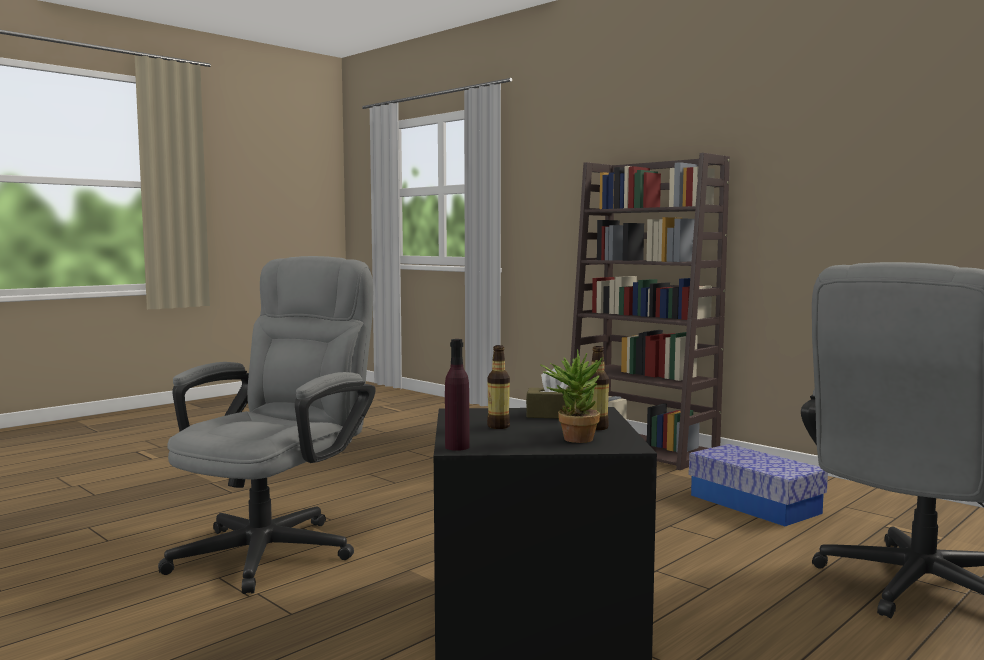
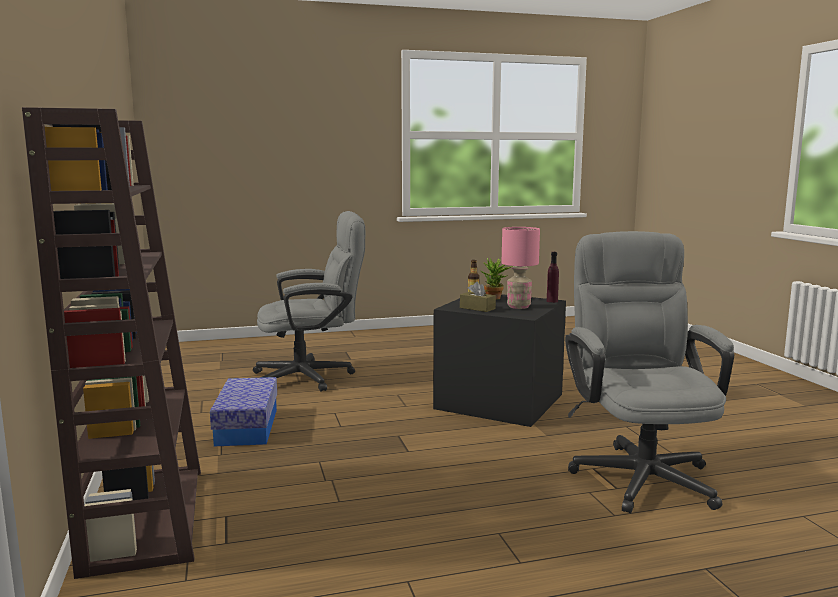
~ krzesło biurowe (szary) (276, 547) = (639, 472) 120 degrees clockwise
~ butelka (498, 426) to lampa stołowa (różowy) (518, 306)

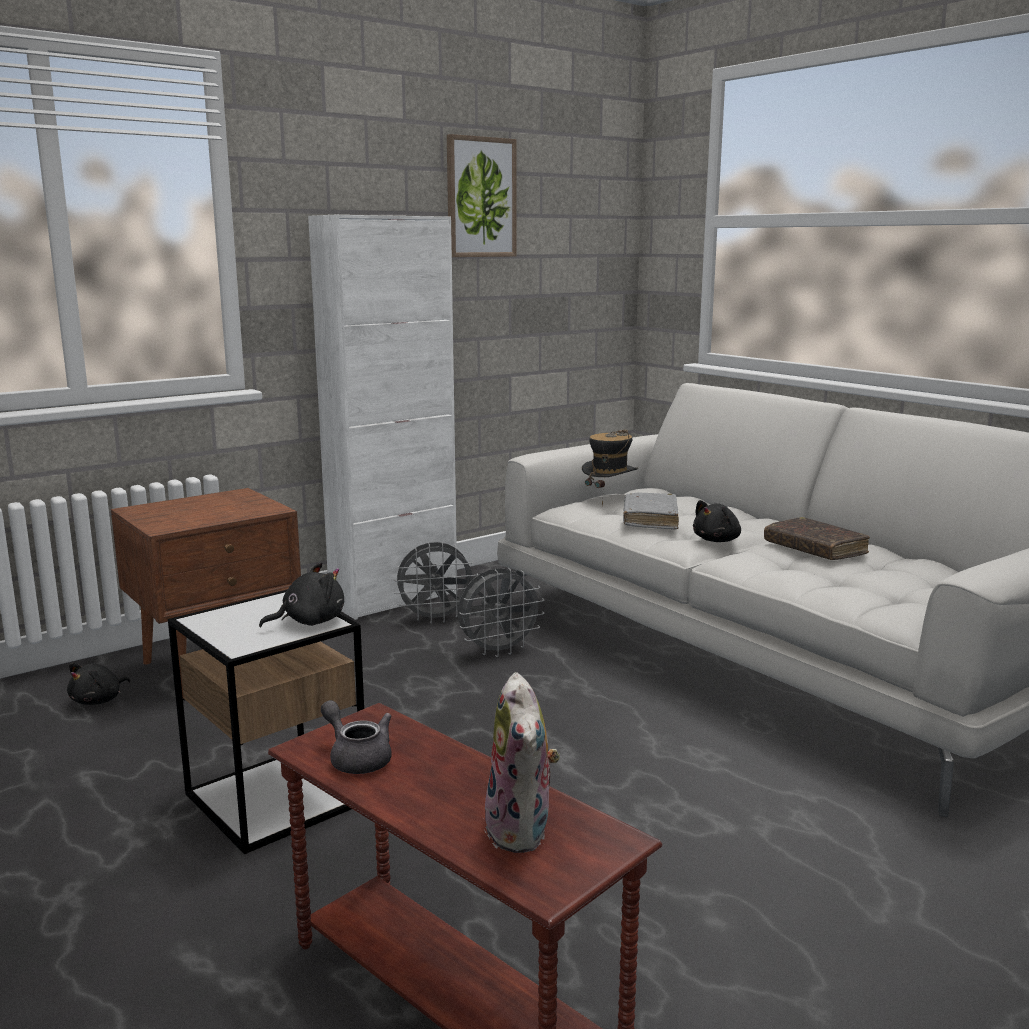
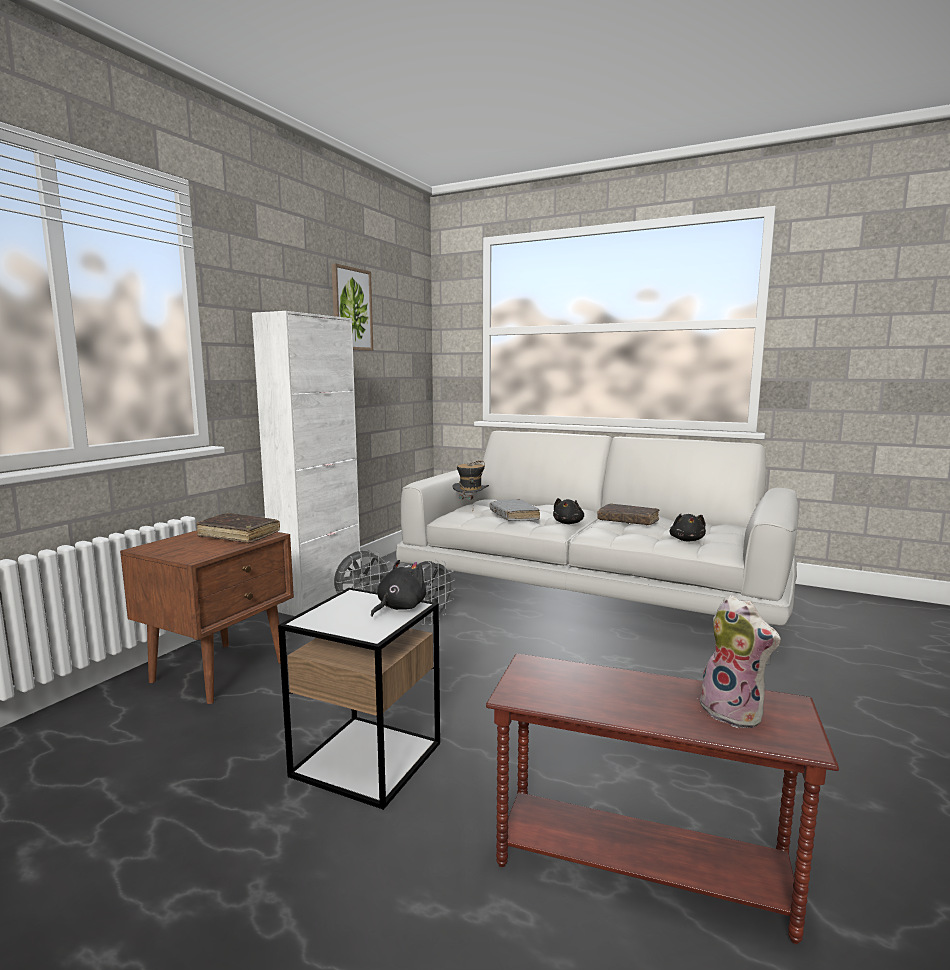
~ pluszak (czarny) (99, 700) to (687, 540)
- imbryk (szary) (357, 758)
+ książka (brązowy) (239, 535)

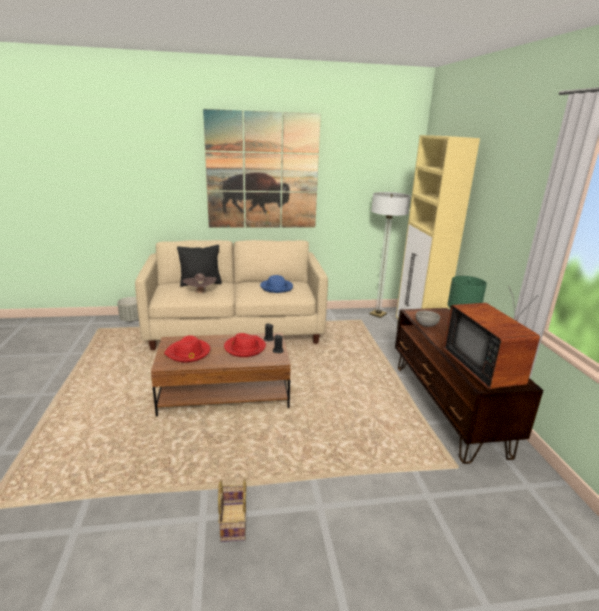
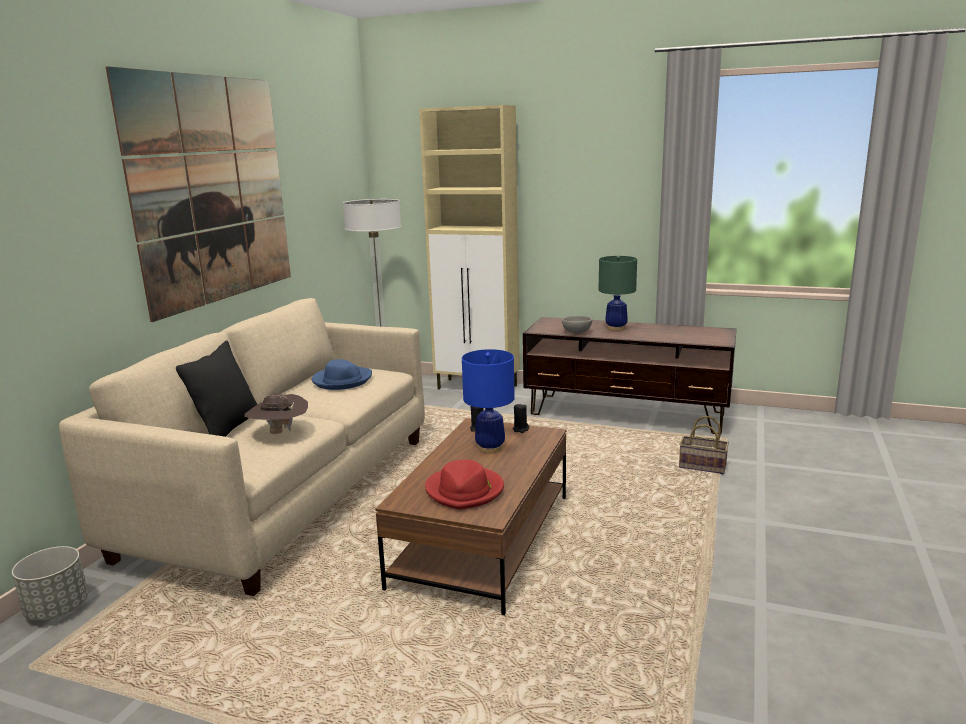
~ koszyk (232, 521) to (701, 467)
~ kapelusz (czerwony) (245, 348) to lampa stołowa (niebieski) (490, 448)
- telewizor (485, 369)

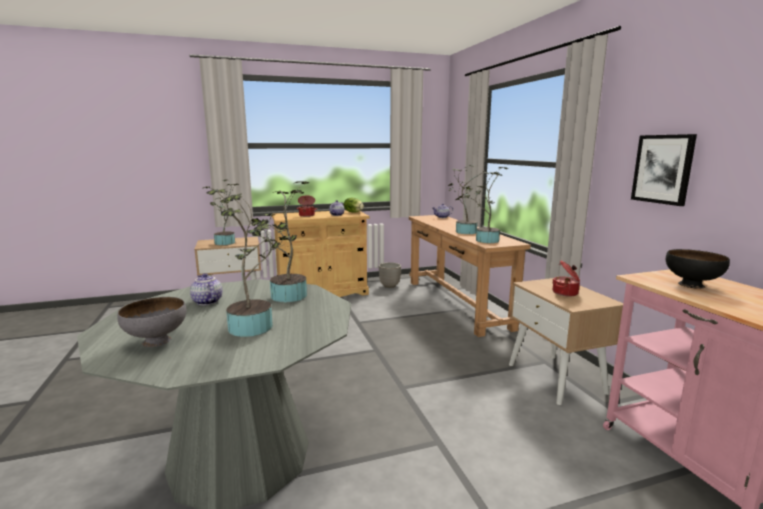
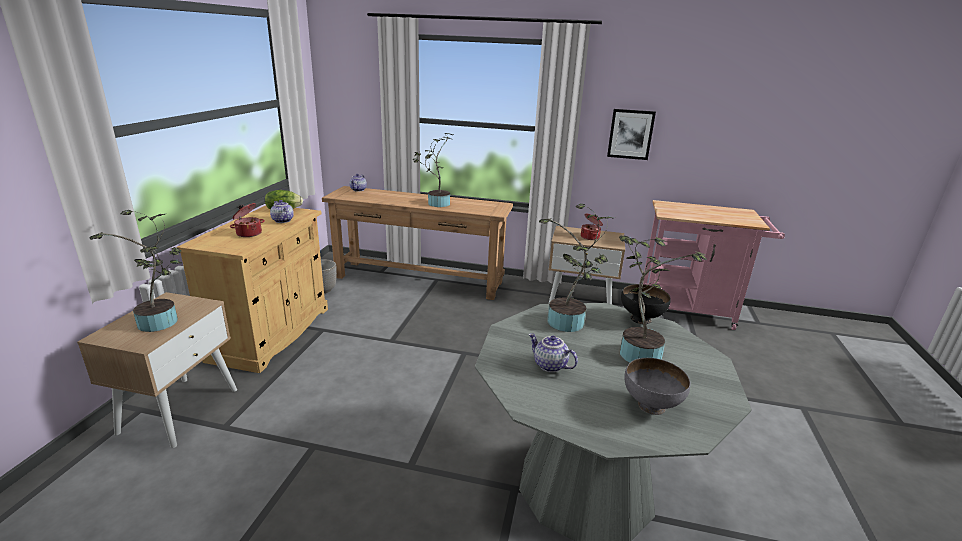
~ imbryk (206, 302) = (549, 366) 45 degrees clockwise
- roślina doniczkowa (484, 240)
~ miska (czarny) (691, 285) to (641, 319)

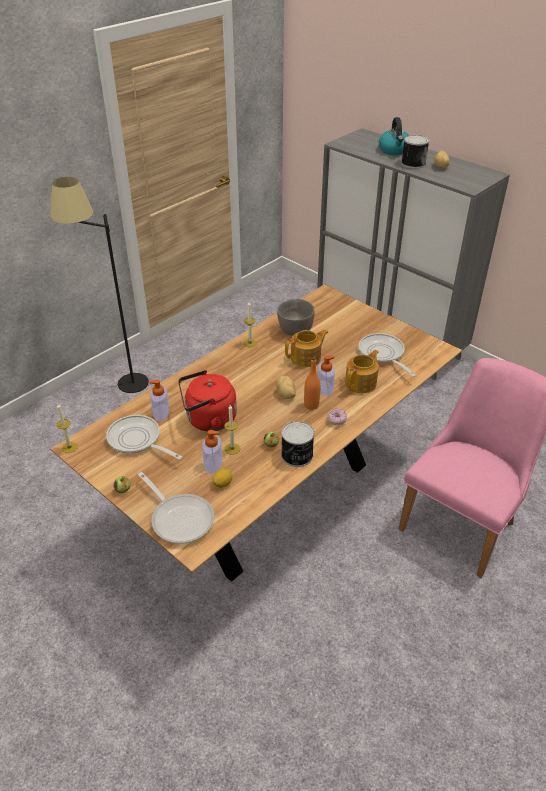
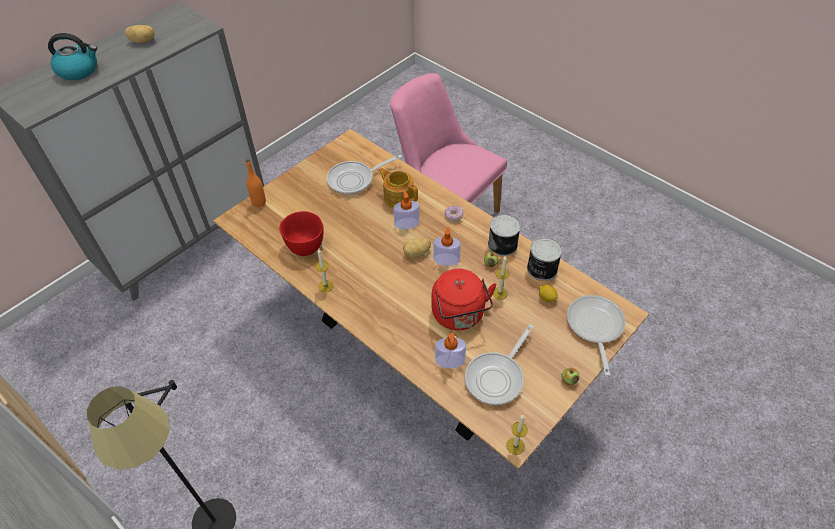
~ patelnia (179, 518) = (594, 327) 45 degrees counterclockwise
~ dozownik mydła (213, 463) to (446, 259)
~ miska (szary) (295, 330) to miska (czerwony) (305, 246)
- imbryk (306, 358)
~ butelka (pomarańczowy) (311, 405) to (259, 202)
~ puszka (413, 163) to (541, 269)

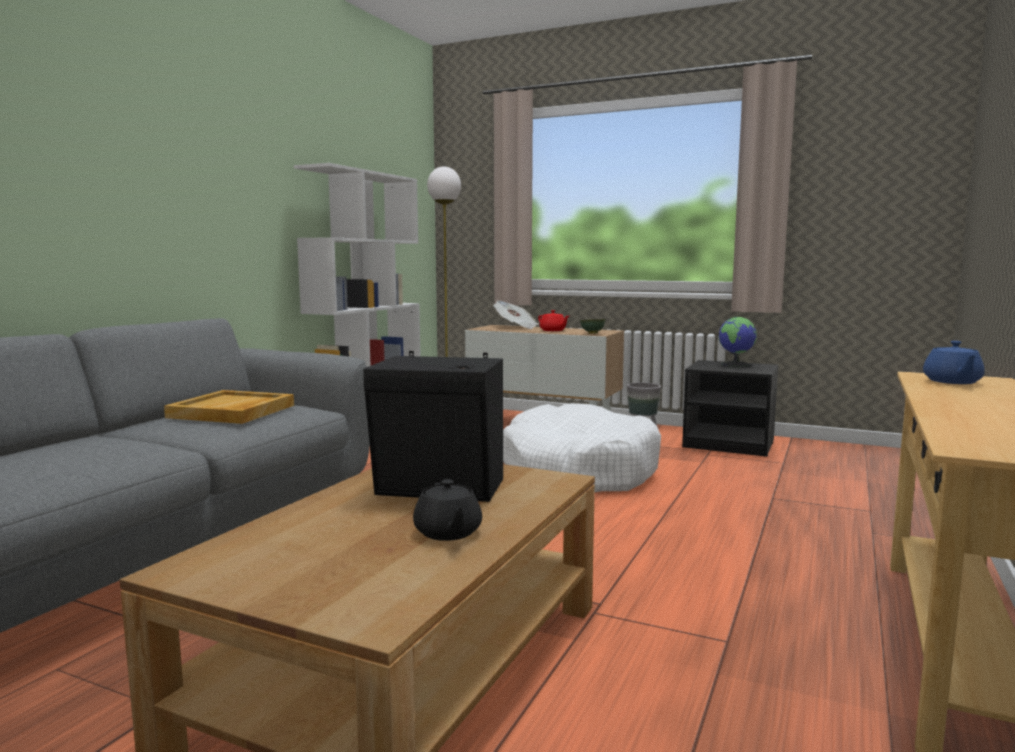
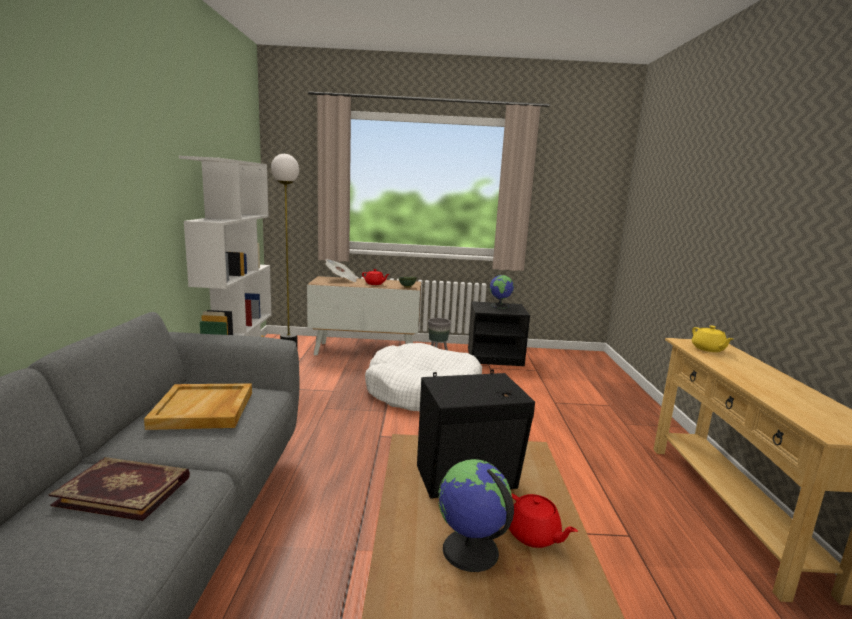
~ imbryk (czarny) (448, 533) to imbryk (czerwony) (534, 535)
~ imbryk (niebieski) (952, 382) to imbryk (żółty) (708, 349)
+ książka (125, 490)
+ globus (470, 551)

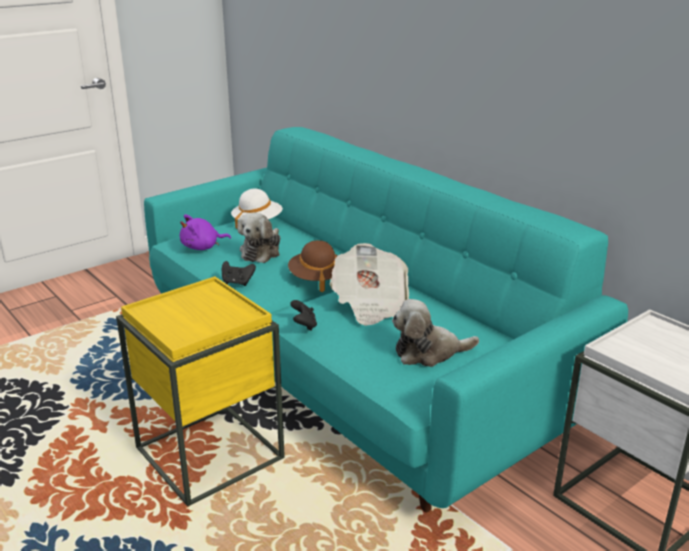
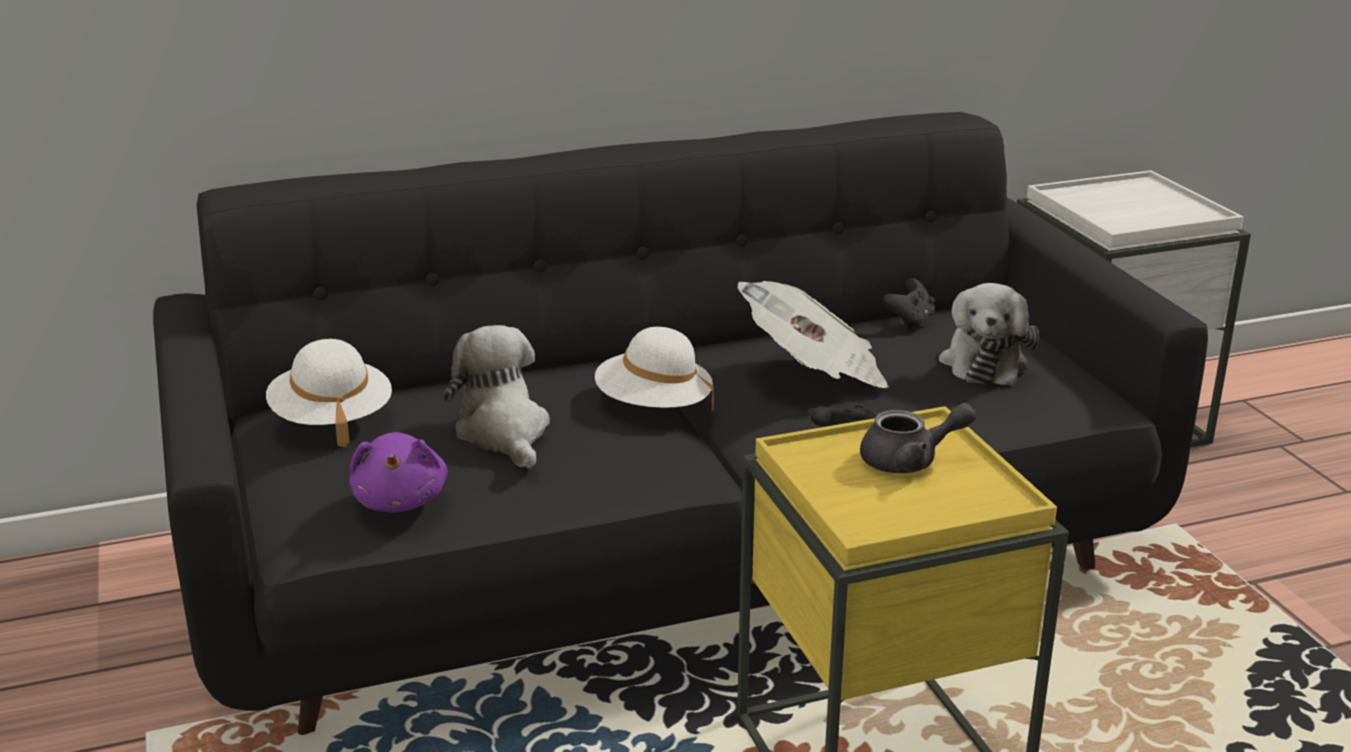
~ kanapa (turkusowy) (346, 368) to kanapa (czarny) (676, 557)
~ pad do gier (czarny) (237, 283) to (910, 320)
~ pluszak (261, 251) = (504, 433) 150 degrees counterclockwise
~ kapelusz (brązowy) (317, 279) to kapelusz (biały) (653, 407)
+ imbryk (szary) (910, 461)

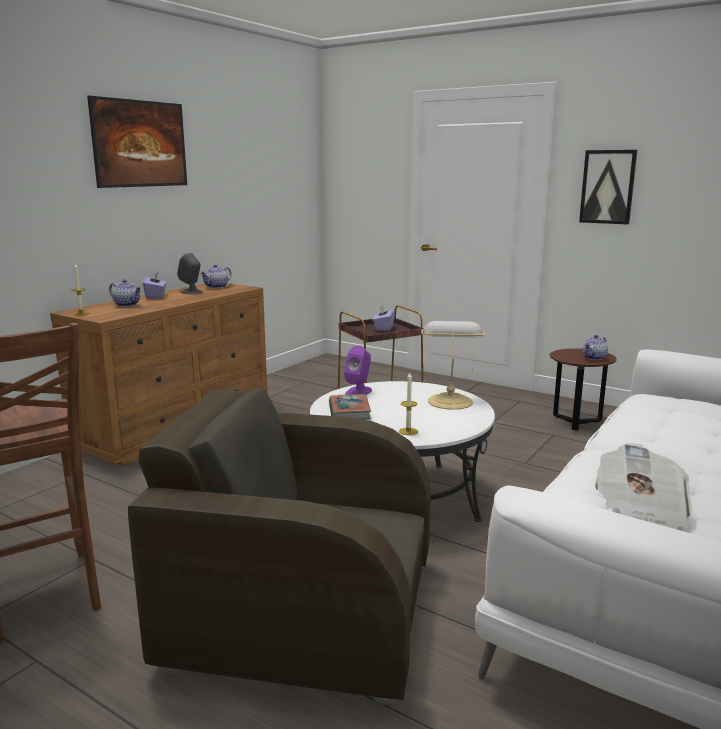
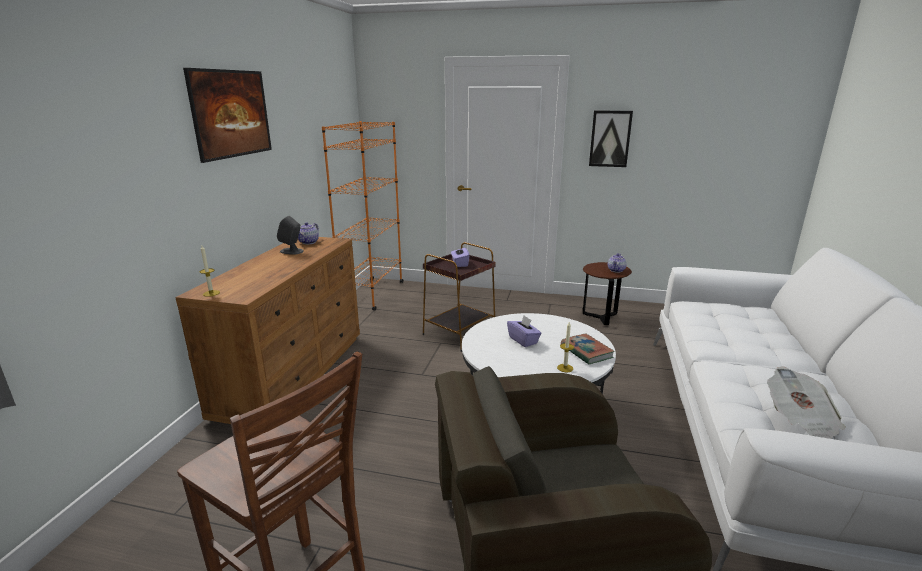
- imbryk (127, 305)
~ pudełko chusteczek (fioletowy) (156, 296) to (523, 340)
~ książka (349, 411) to (586, 352)
- głośnik (fioletowy) (358, 392)
- lampa stołowa (449, 400)
+ regał (pomarańczowy) (372, 294)

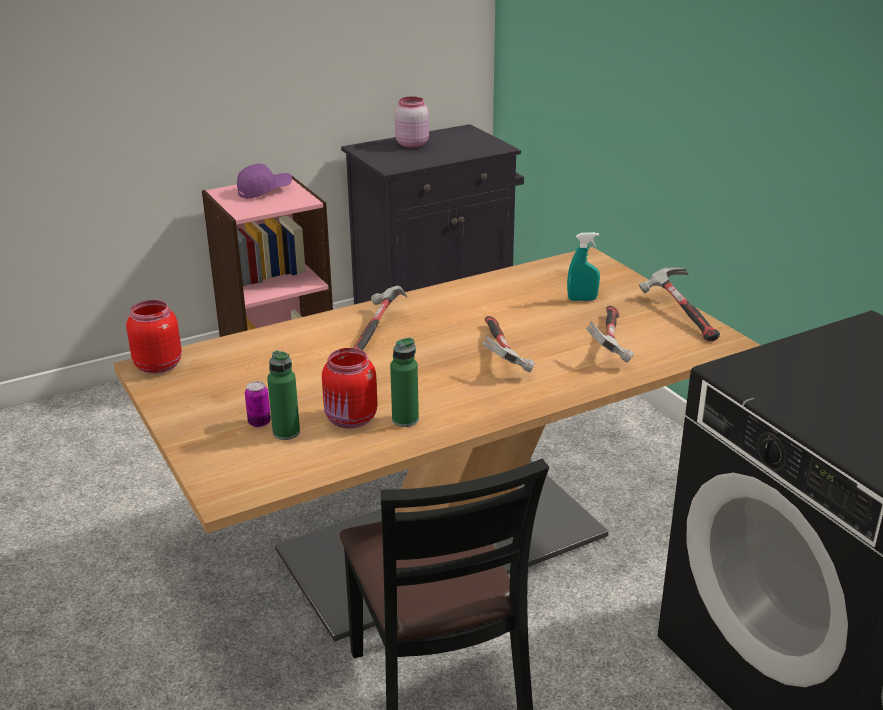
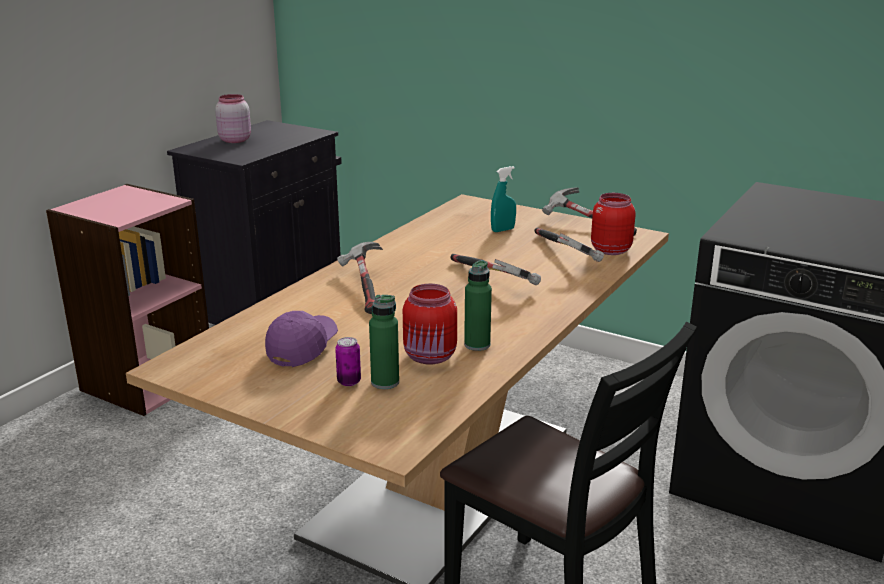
~ słoik (czerwony) (158, 365) to (609, 250)
~ czapka z daszkiem (fioletowy) (264, 191) to (302, 348)

